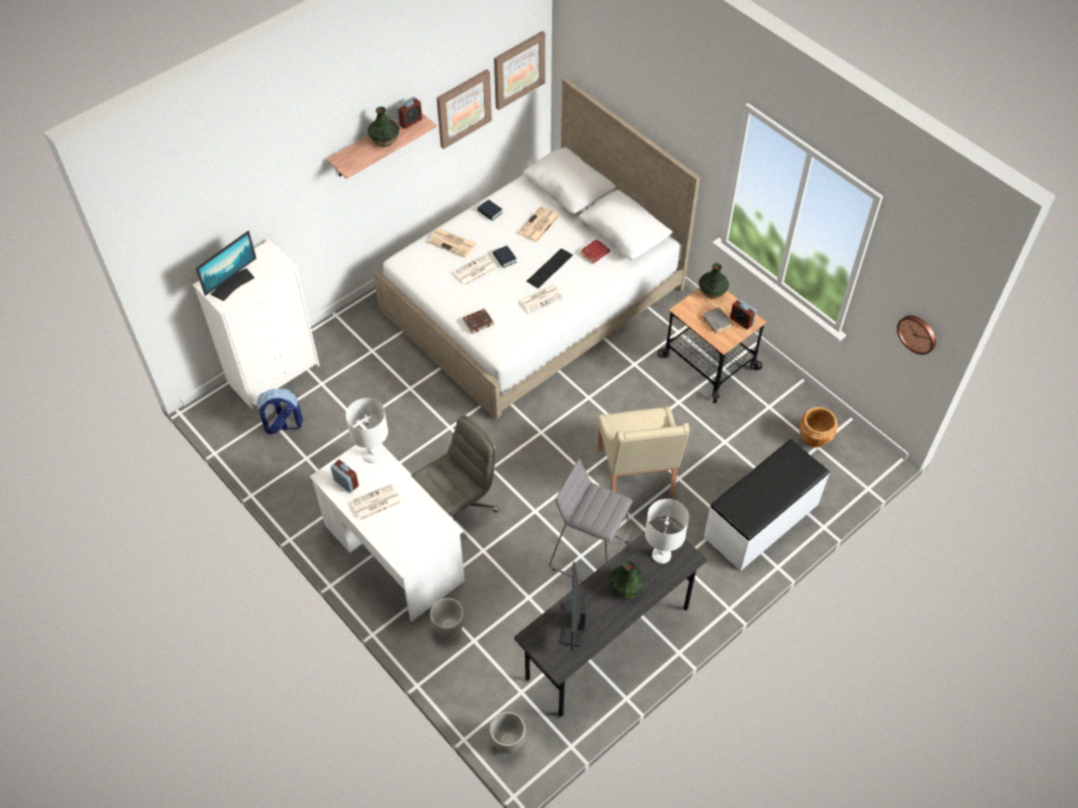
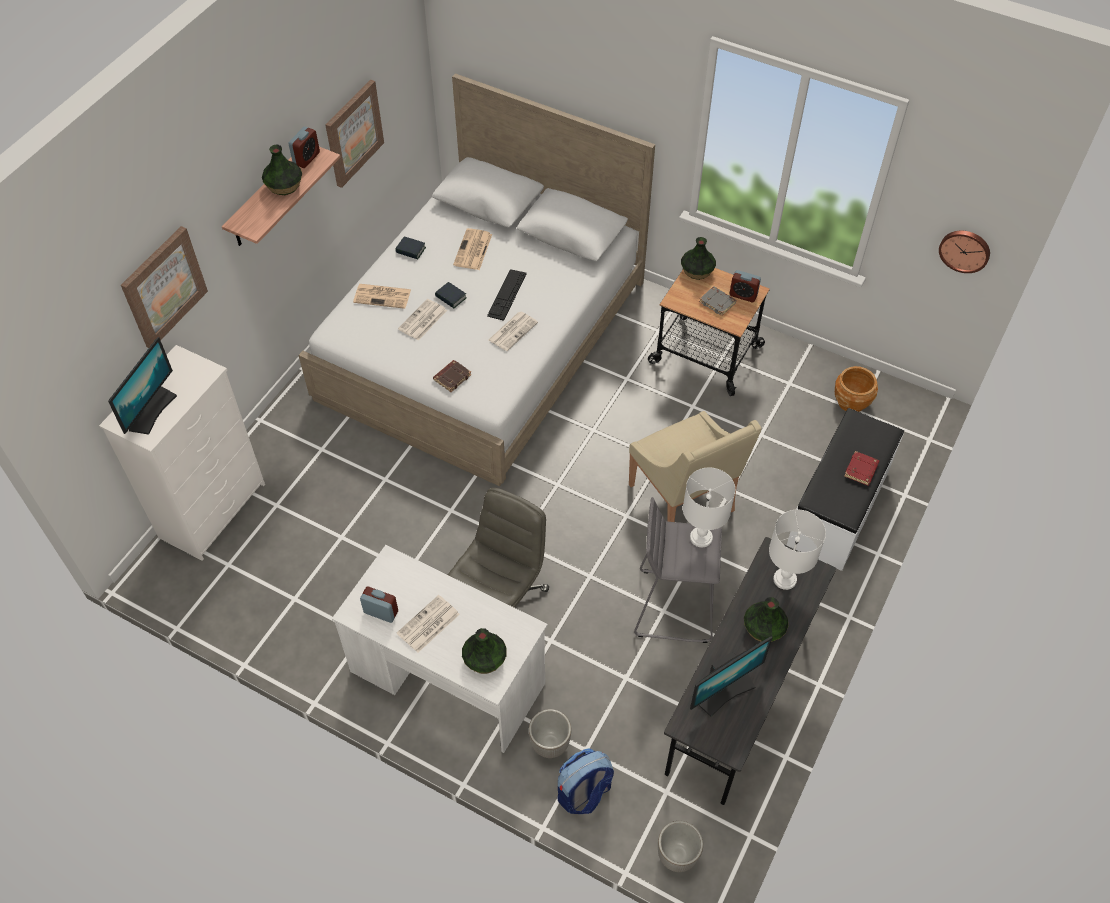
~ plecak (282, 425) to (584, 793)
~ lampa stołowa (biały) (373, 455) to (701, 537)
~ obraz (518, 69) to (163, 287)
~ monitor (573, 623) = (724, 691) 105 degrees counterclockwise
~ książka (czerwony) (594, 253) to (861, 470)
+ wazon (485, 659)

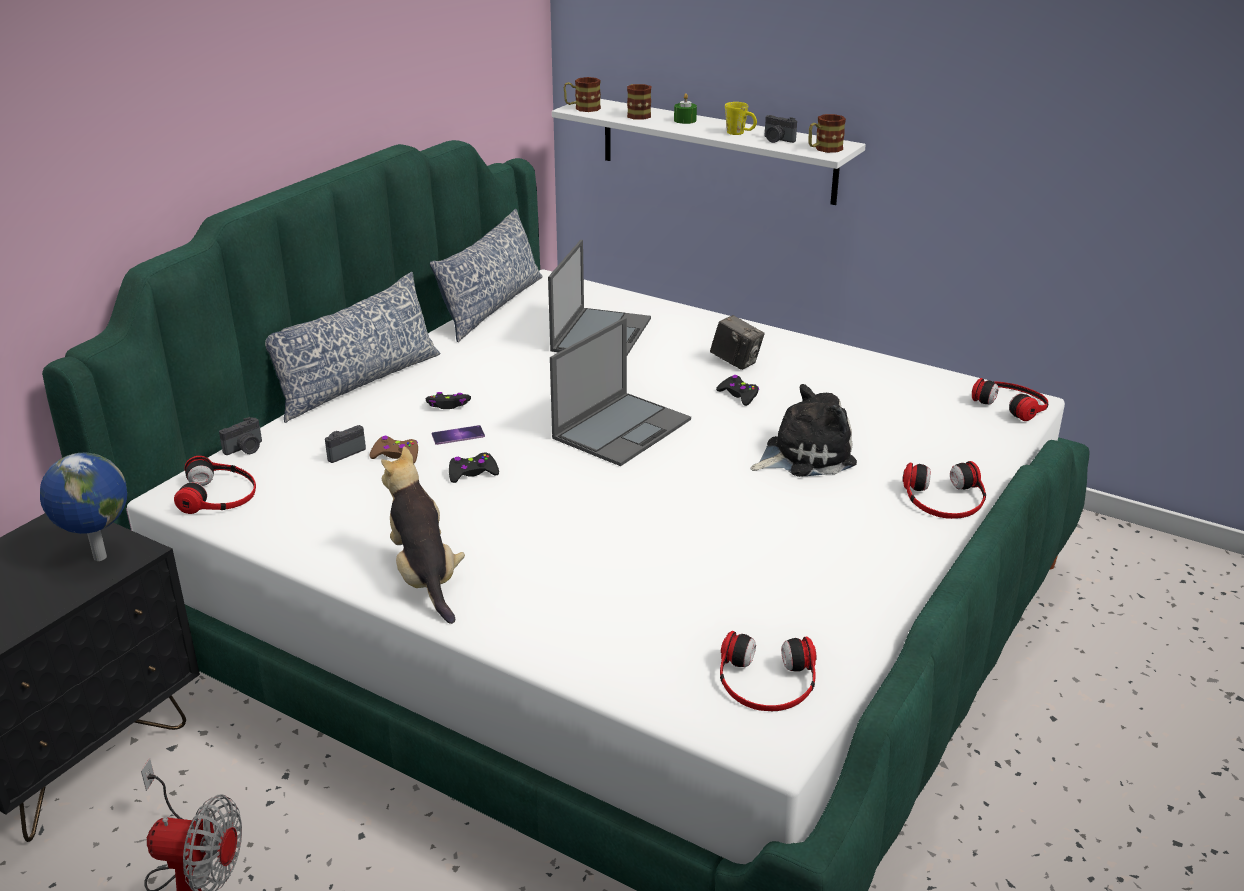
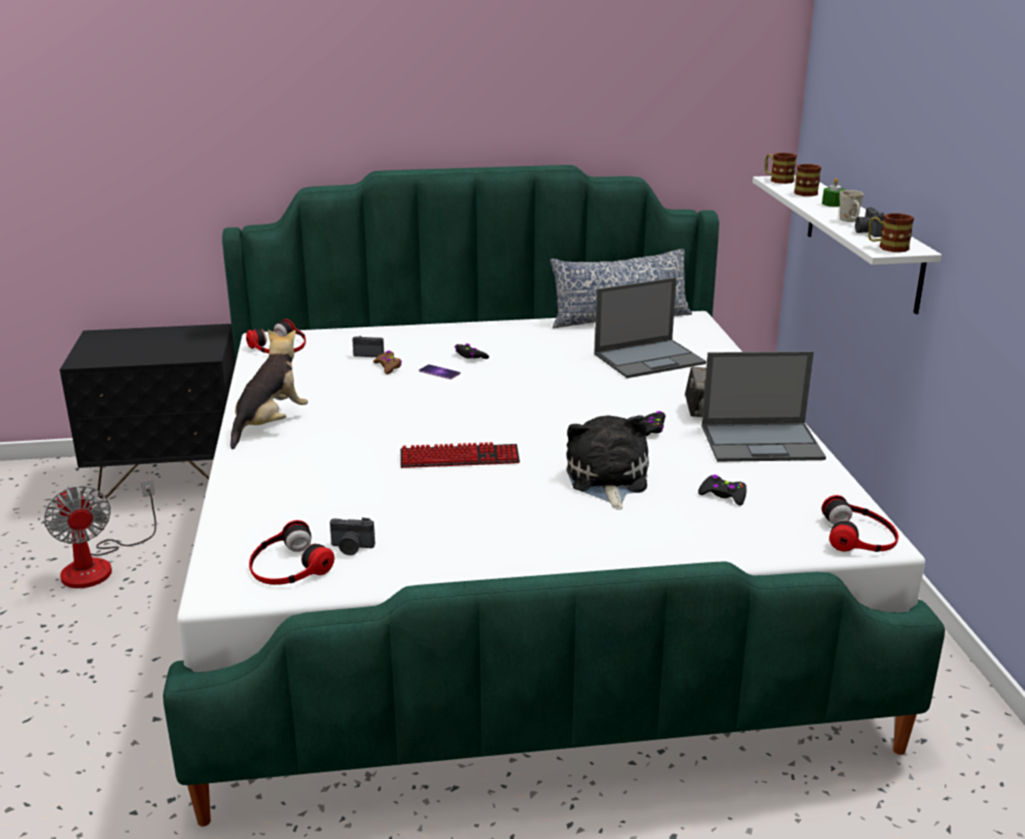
- globus (98, 558)
~ aparat fotograficzny (245, 449) to (351, 548)
- poduszka (357, 383)
~ pad do gier (czarny) (472, 473) to (723, 495)
~ laptop (622, 428) to (763, 442)
~ kubek (żółty) (740, 133) to kubek (biały) (850, 221)
~ pluszak (804, 455) = (607, 480) 120 degrees counterclockwise
- słuchawki (944, 499)
+ klawiatura (459, 458)

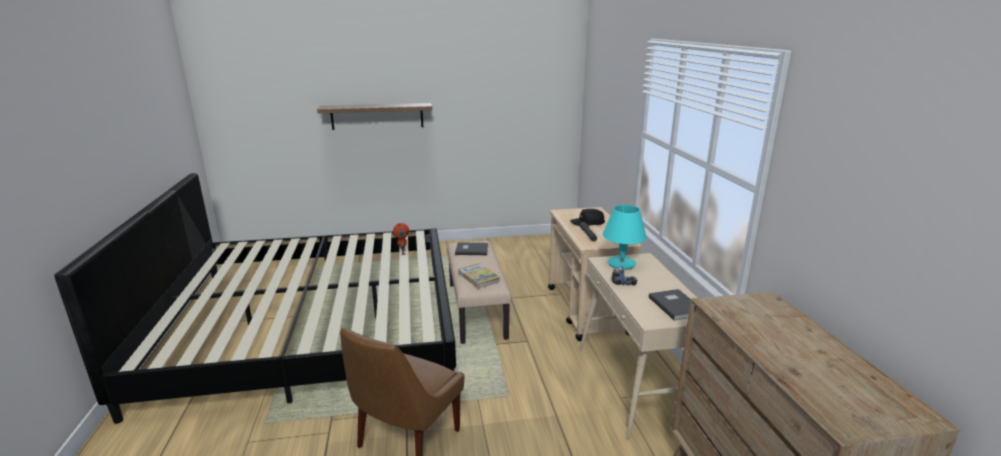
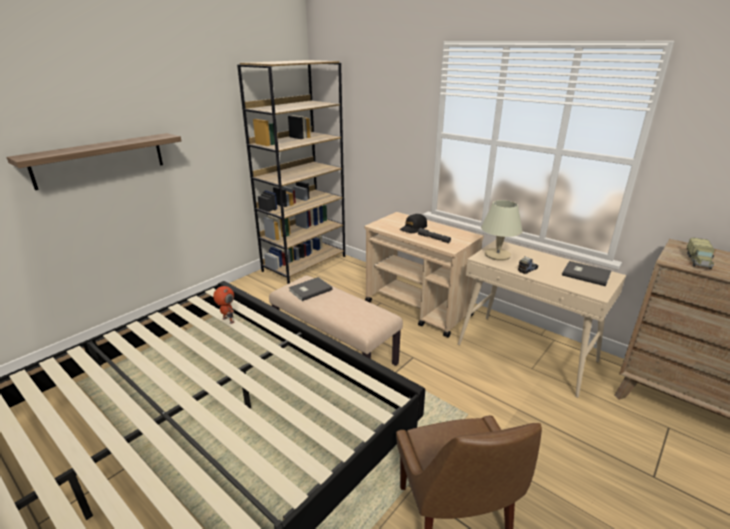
- książka (478, 277)
~ lampa stołowa (turkusowy) (621, 264) to lampa stołowa (beżowy) (497, 255)
+ regał (brązowy) (305, 263)
+ ciężarówka zabawkowa (698, 261)

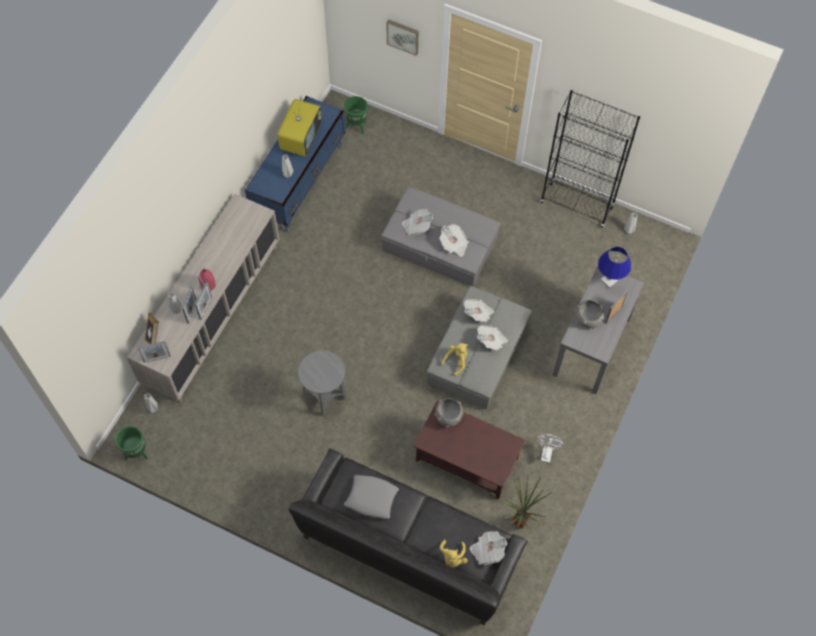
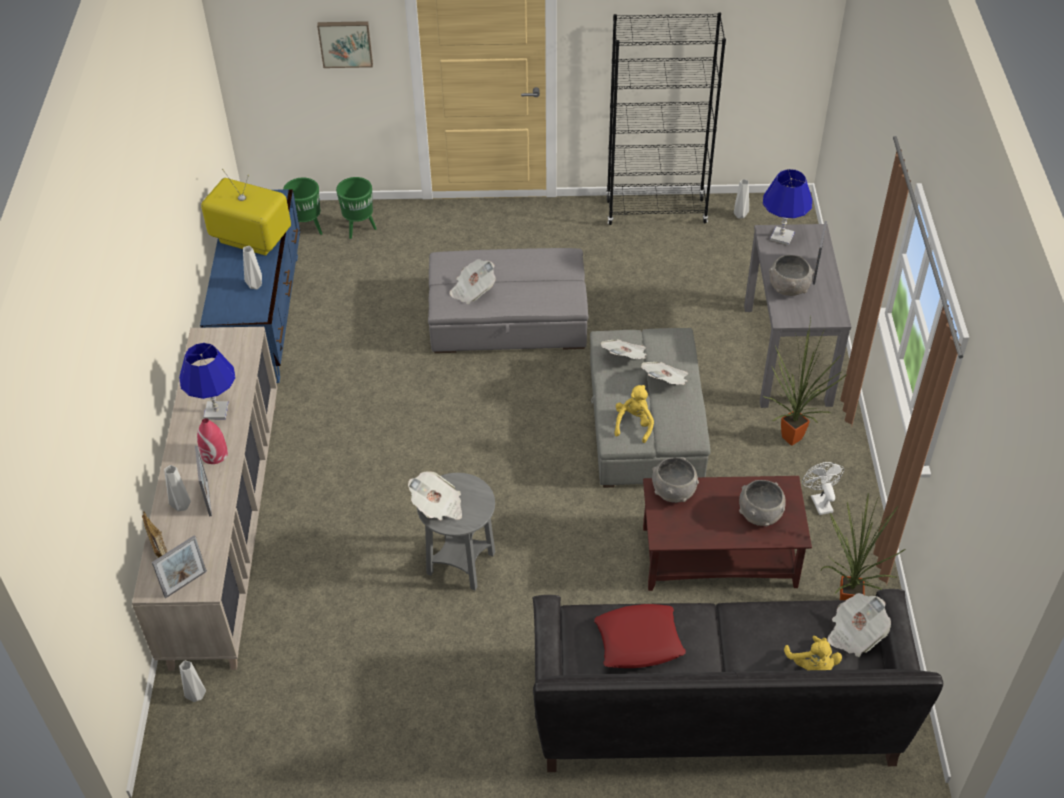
~ donica (zielony) (136, 453) to (359, 229)
- ramka na zdjęcie (206, 308)
~ telewizor (301, 139) = (250, 239) 60 degrees counterclockwise
~ poduszka (szary) (371, 498) to poduszka (czerwony) (638, 641)
~ gazeta (454, 244) to (438, 506)
+ lampa stołowa (niebieski) (216, 411)
+ miska (szary) (760, 514)
+ roślina doniczkowa (794, 437)

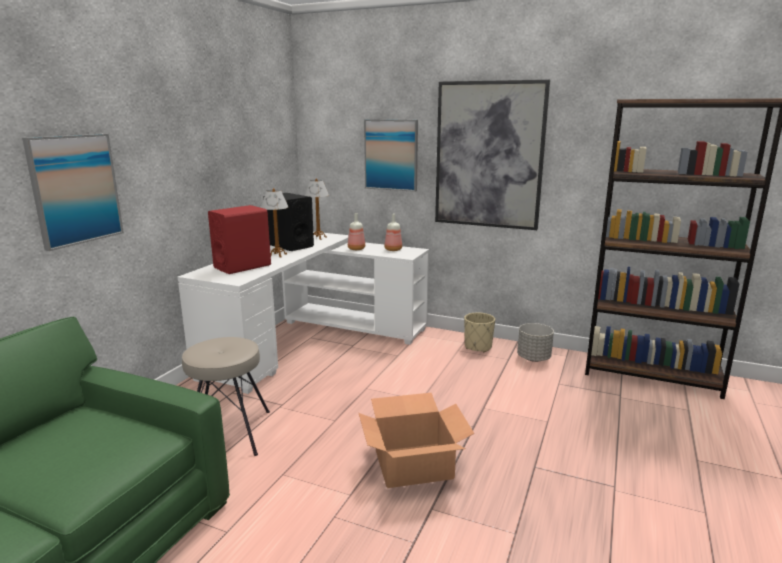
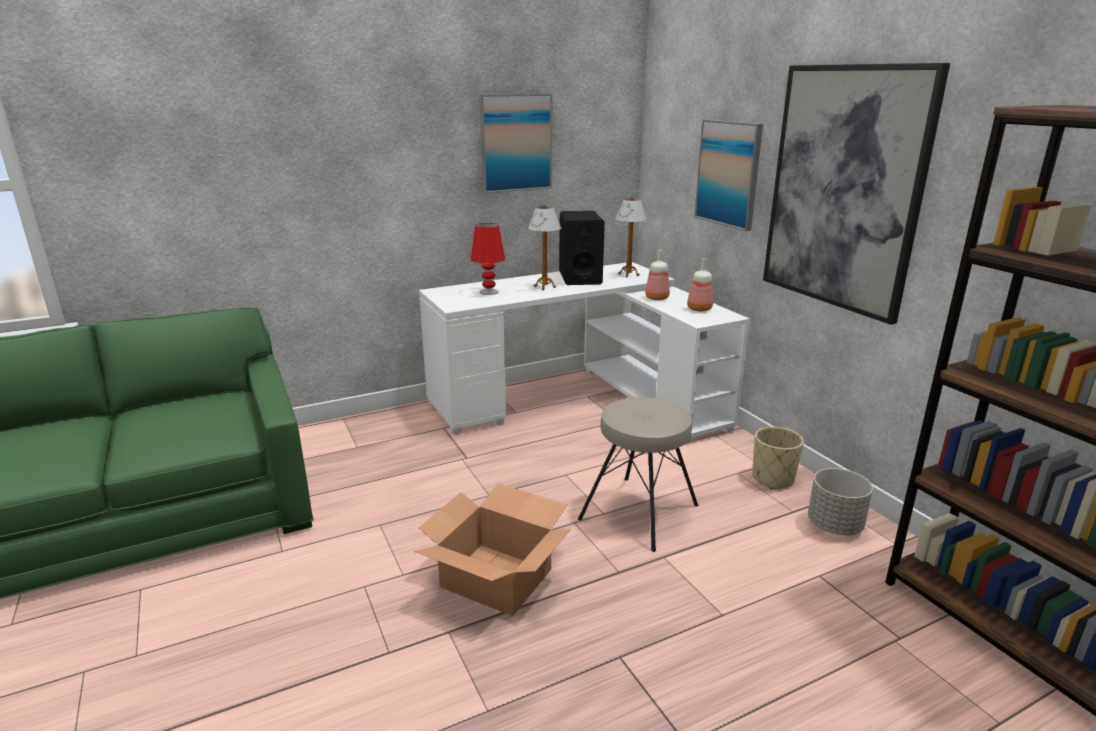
~ obraz (75, 189) to (515, 143)
~ stołek (beżowy) (229, 433) to (640, 512)
~ głośnik (czerwony) (242, 266) to lampa stołowa (czerwony) (489, 292)

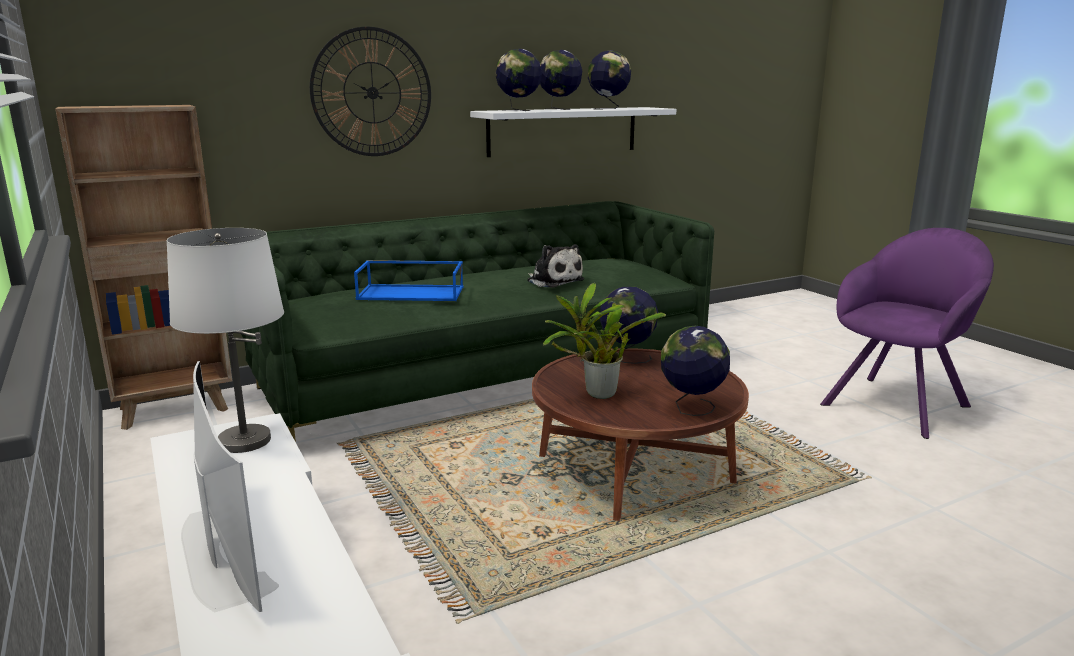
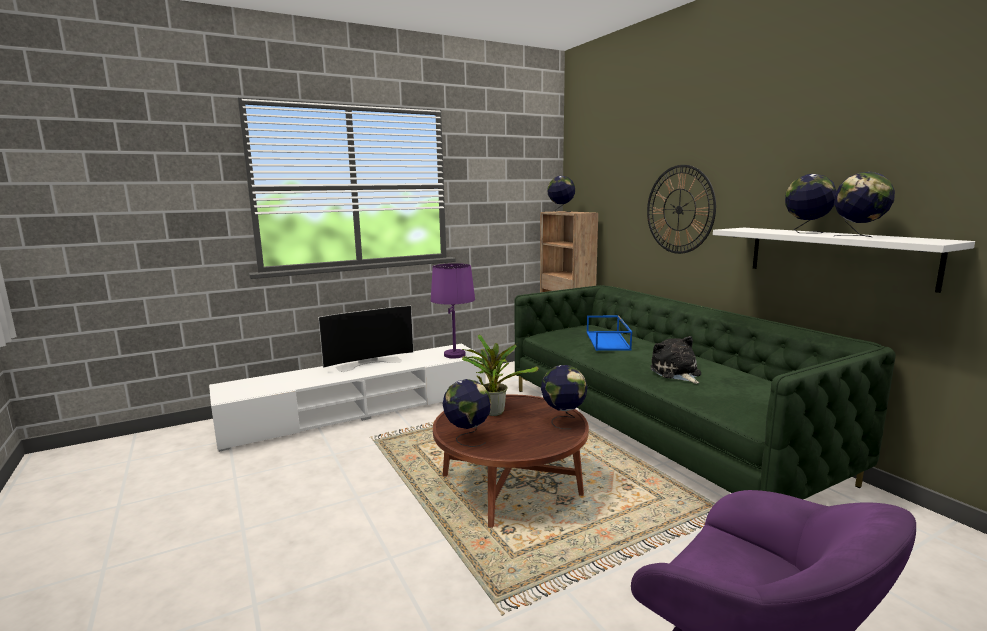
~ lampa stołowa (biały) (244, 441) to lampa stołowa (fioletowy) (454, 355)
~ globus (519, 110) to (561, 212)
~ pluszak (553, 281) = (676, 373) 120 degrees clockwise

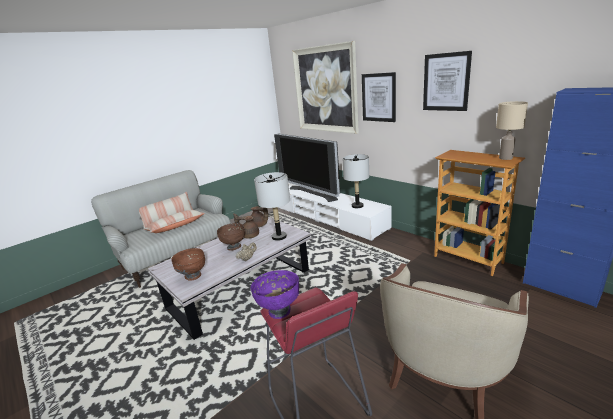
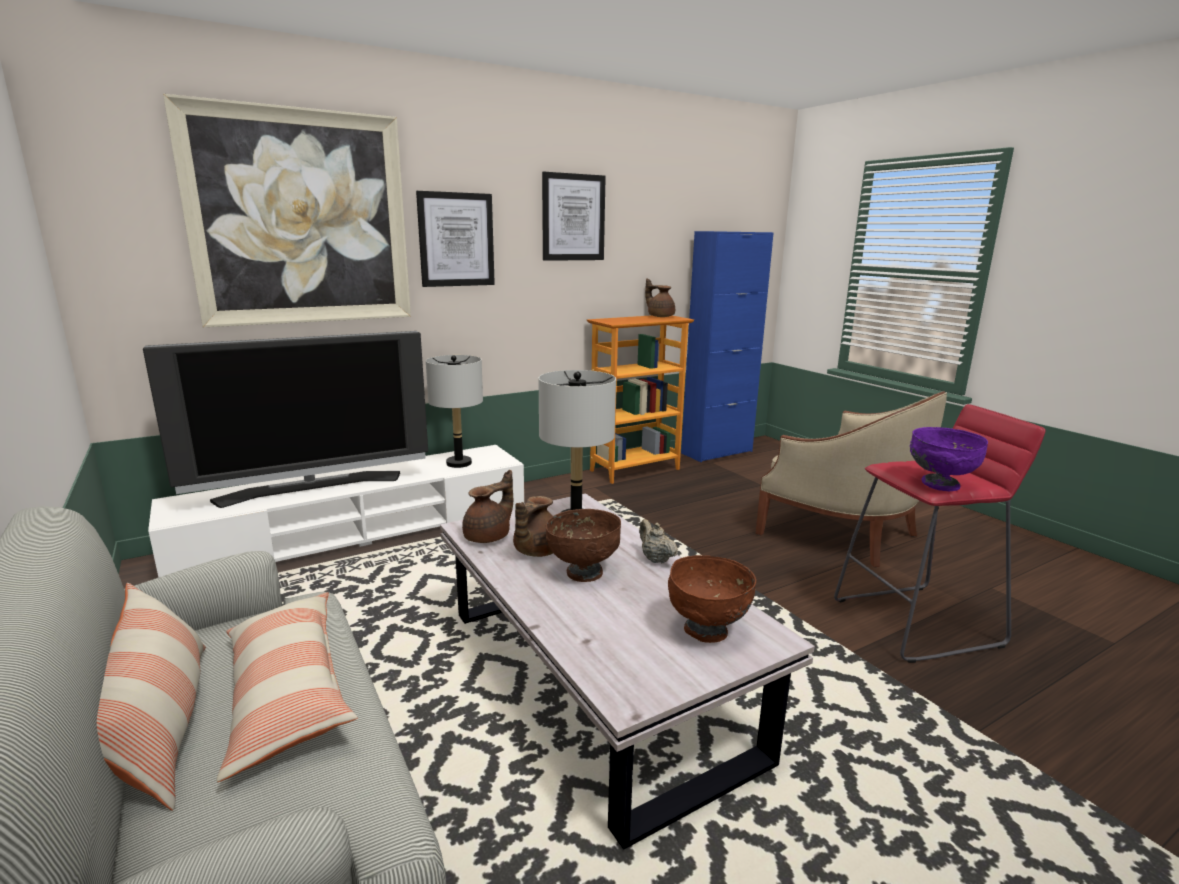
~ lampa stołowa (beżowy) (506, 158) to imbryk (brązowy) (660, 316)

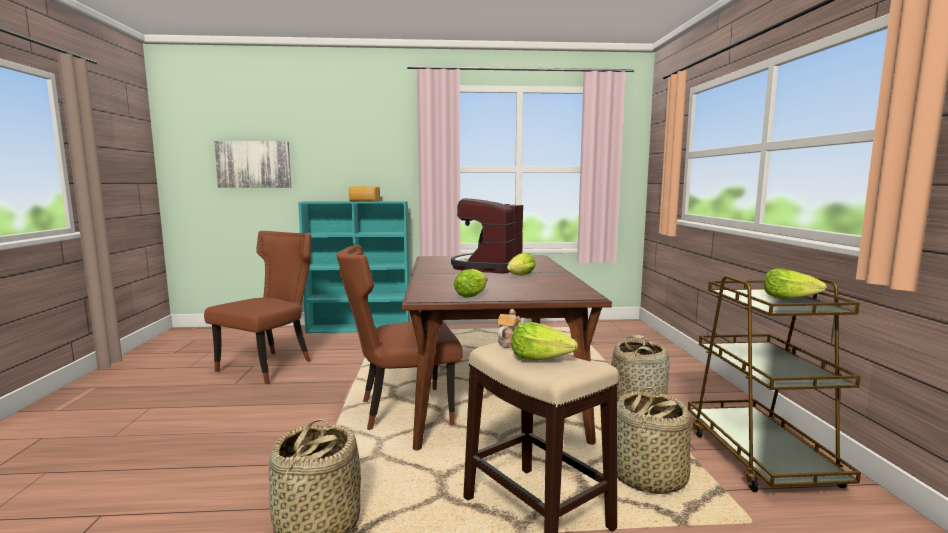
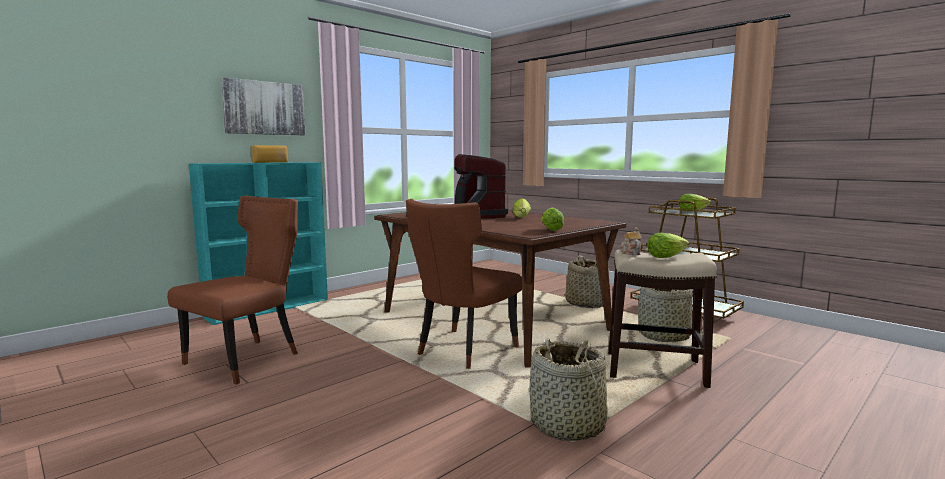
~ krzesło (brązowy) (270, 366) = (248, 359) 45 degrees clockwise
~ obraz (254, 164) to (264, 108)

